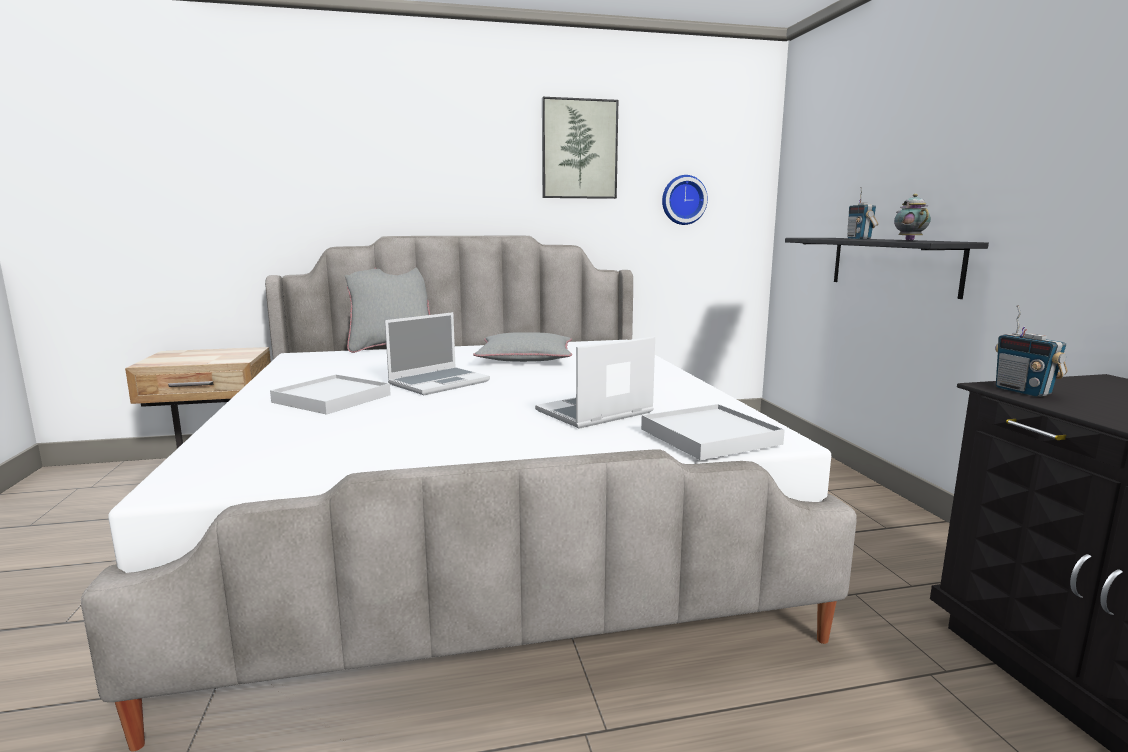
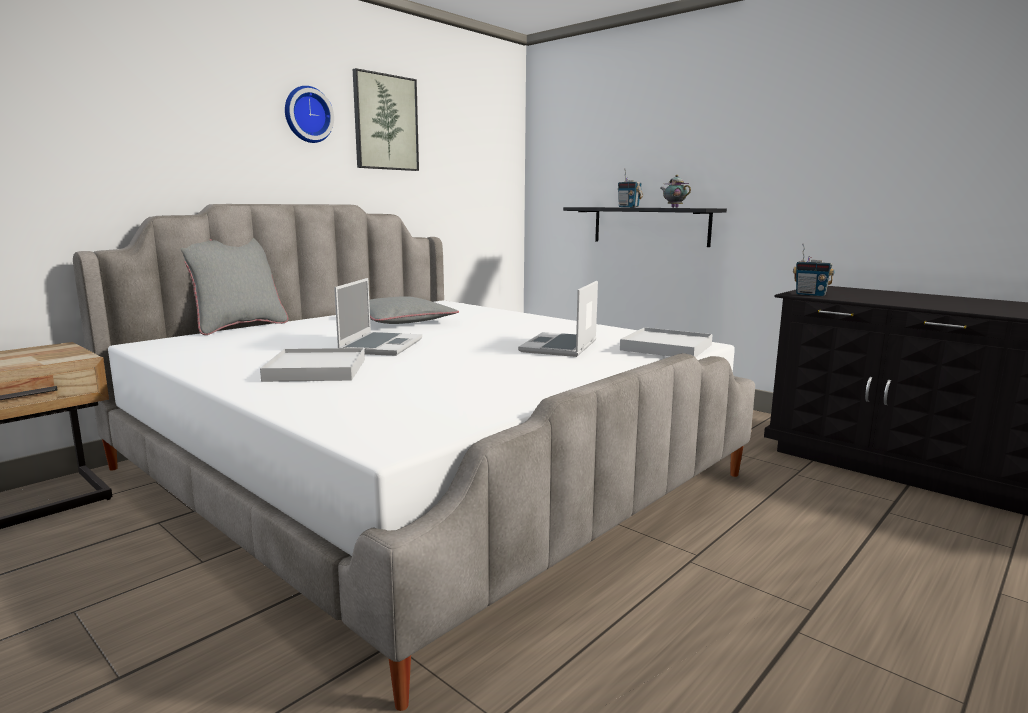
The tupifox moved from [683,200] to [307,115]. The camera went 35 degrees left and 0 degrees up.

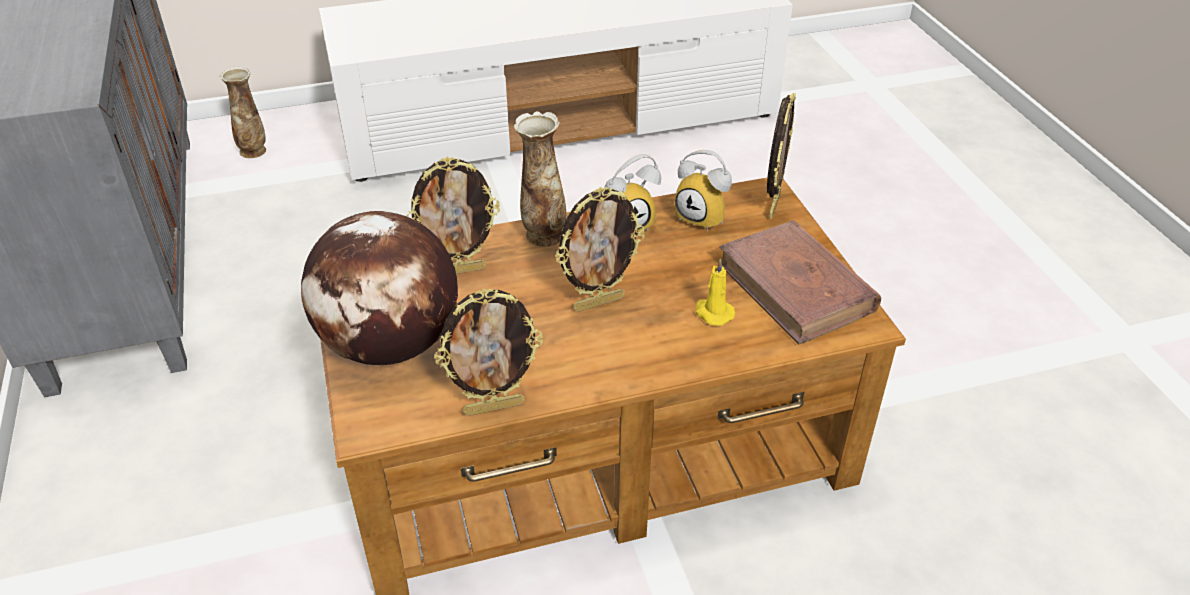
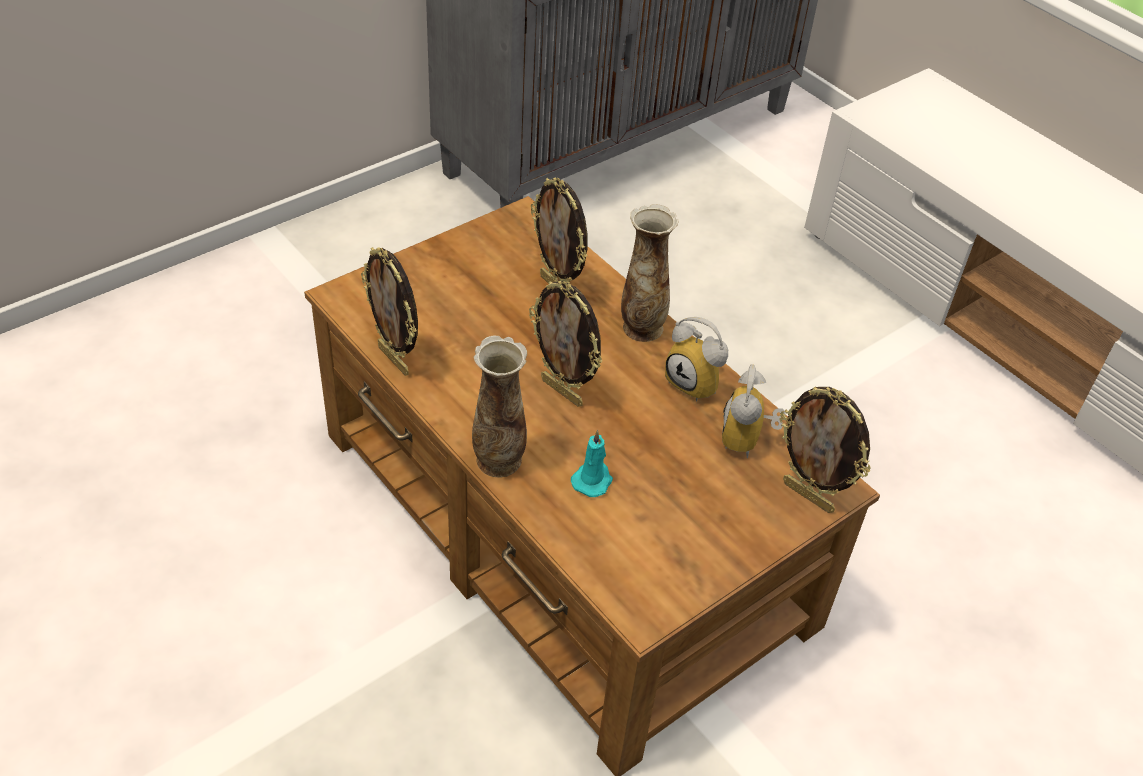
The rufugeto at [391,345] disappeared. The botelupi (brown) at [796,287] disappeared. The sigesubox moved from [253,151] to [498,461]. The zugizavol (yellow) at [713,312] became the zugizavol (turquoise) at [593,480]. The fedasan at [772,206] turned 45 degrees clockwise. The camera went 65 degrees right and 5 degrees up.

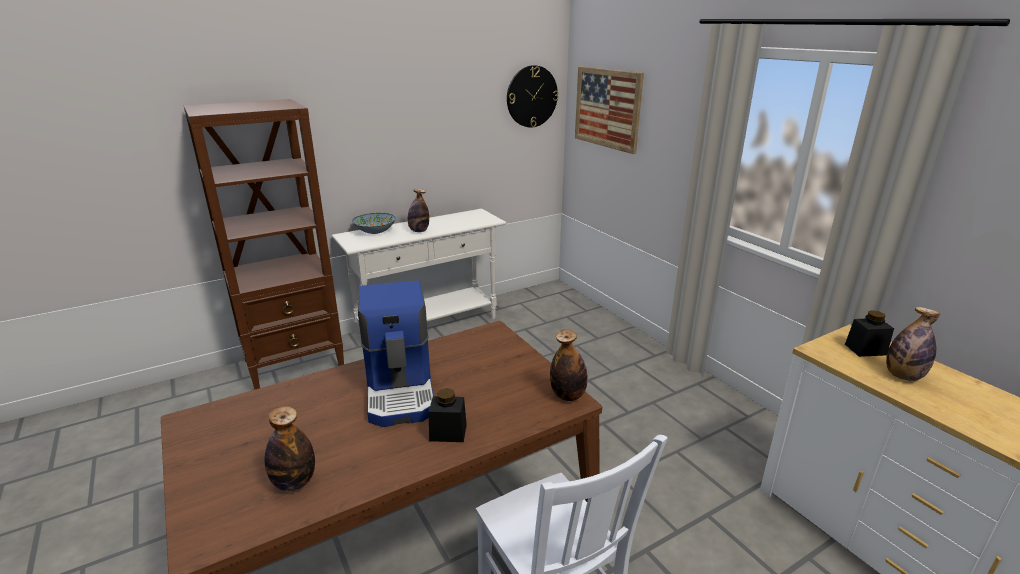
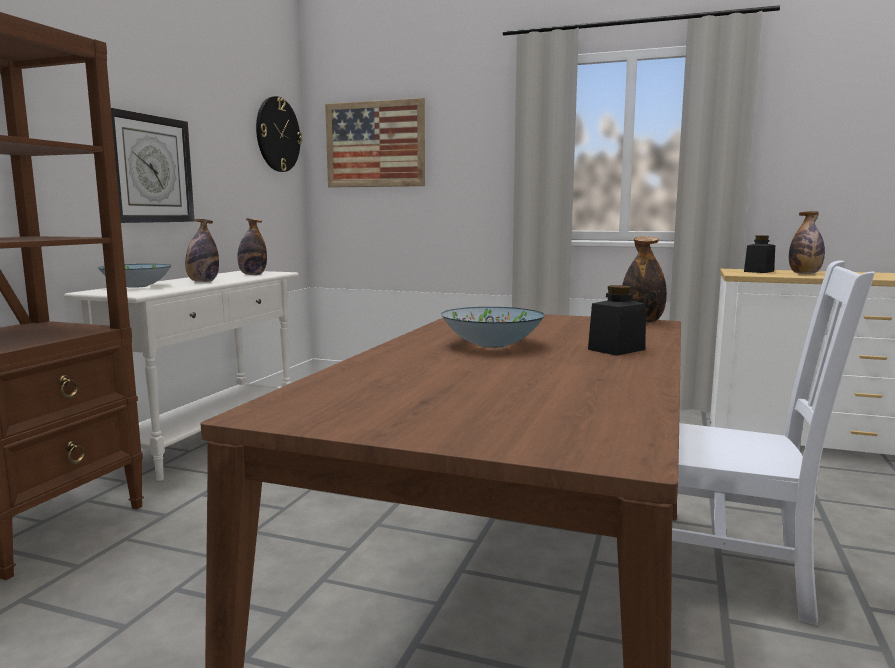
The tupifox at [149,169] appeared. The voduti moved from [294,482] to [252,275]. The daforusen at [401,389] was replaced by the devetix at [492,345]. The camera went 40 degrees left and 15 degrees down.

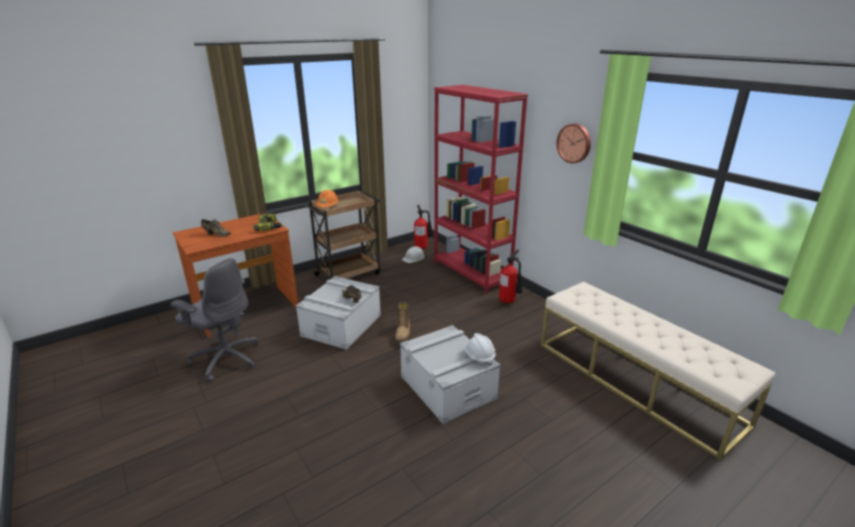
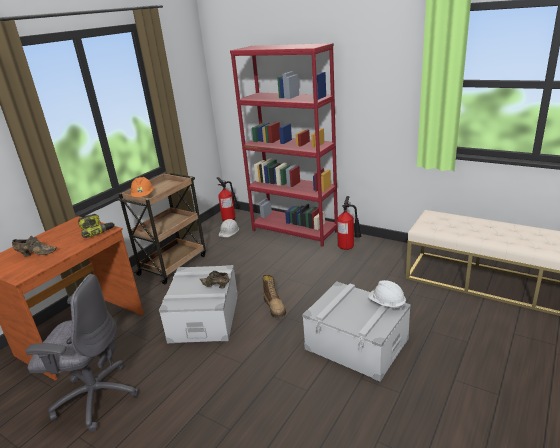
The tupifox at [574,143] disappeared. The camera went 20 degrees left and 0 degrees up.

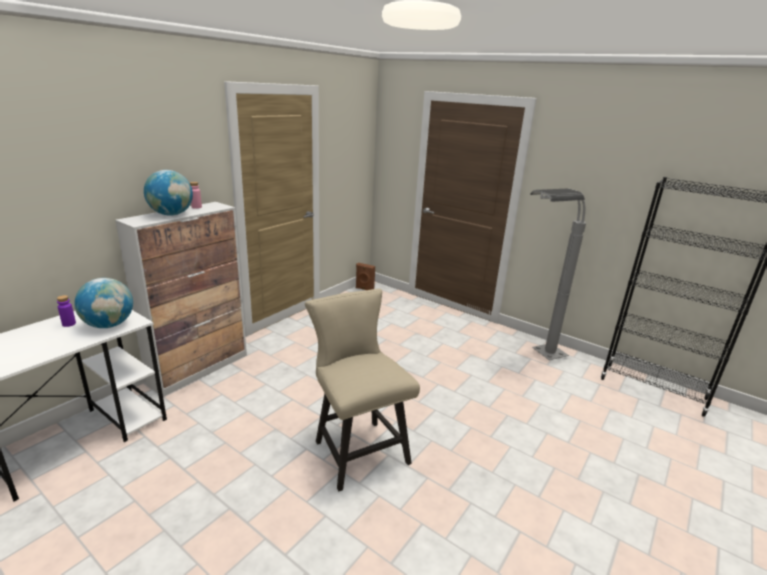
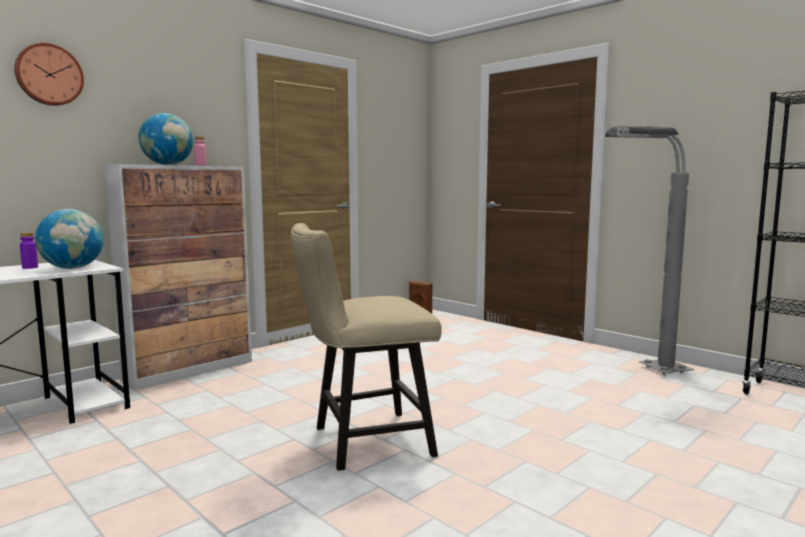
The tupifox at [49,75] appeared. The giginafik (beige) at [357,448] turned 90 degrees counterclockwise. The camera went 10 degrees right and 15 degrees down.

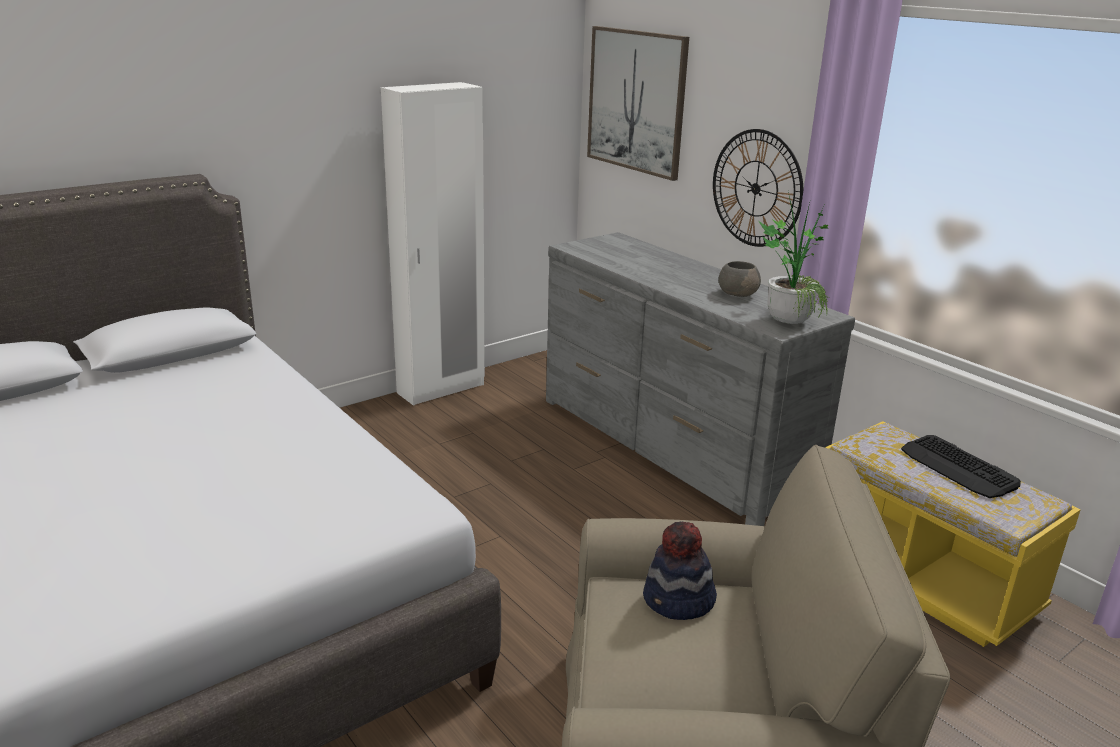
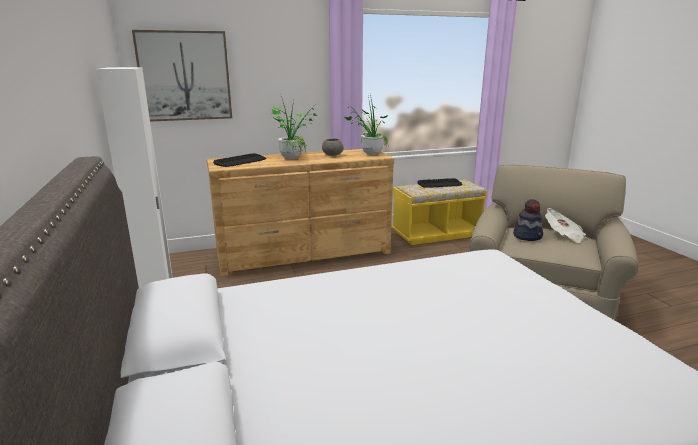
The tupifox at [756,188] disappeared. The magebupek at [240,161] appeared. The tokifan at [293,157] appeared. The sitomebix at [563,235] appeared. The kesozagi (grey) at [671,445] became the kesozagi (brown) at [305,254]. The camera went 70 degrees left and 5 degrees down.

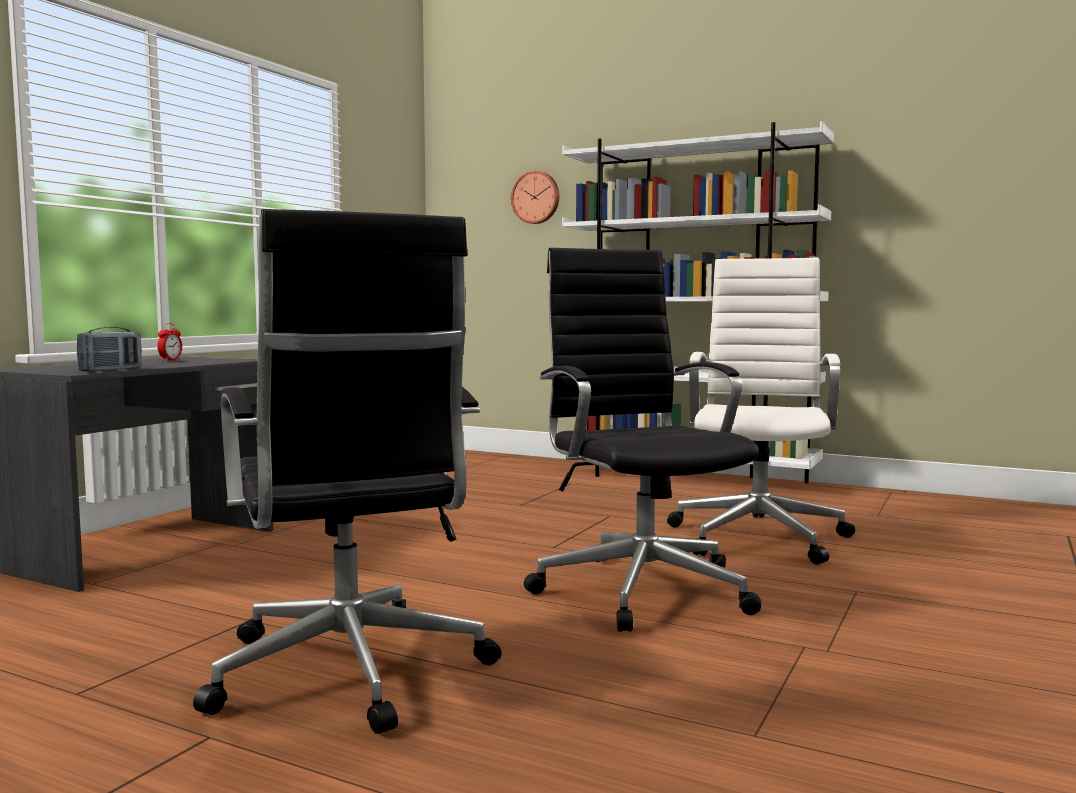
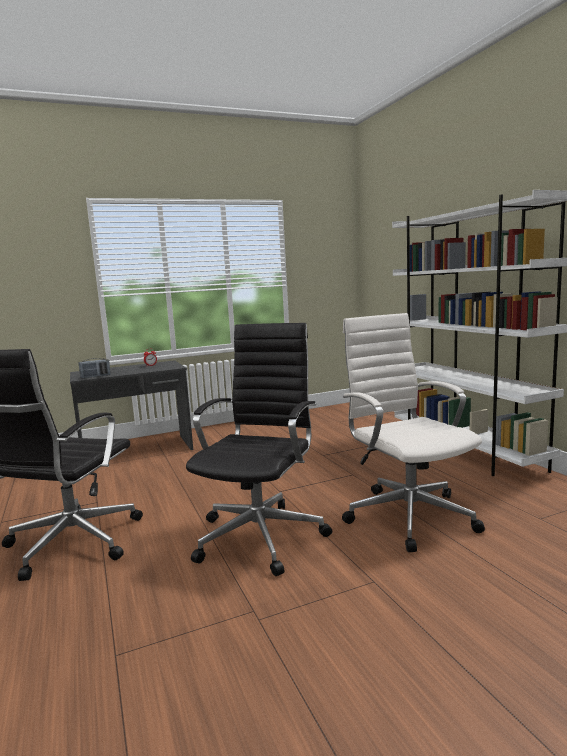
The tupifox at [536,197] disappeared. The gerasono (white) at [759,536] turned 75 degrees counterclockwise. The camera went 40 degrees right and 5 degrees up.

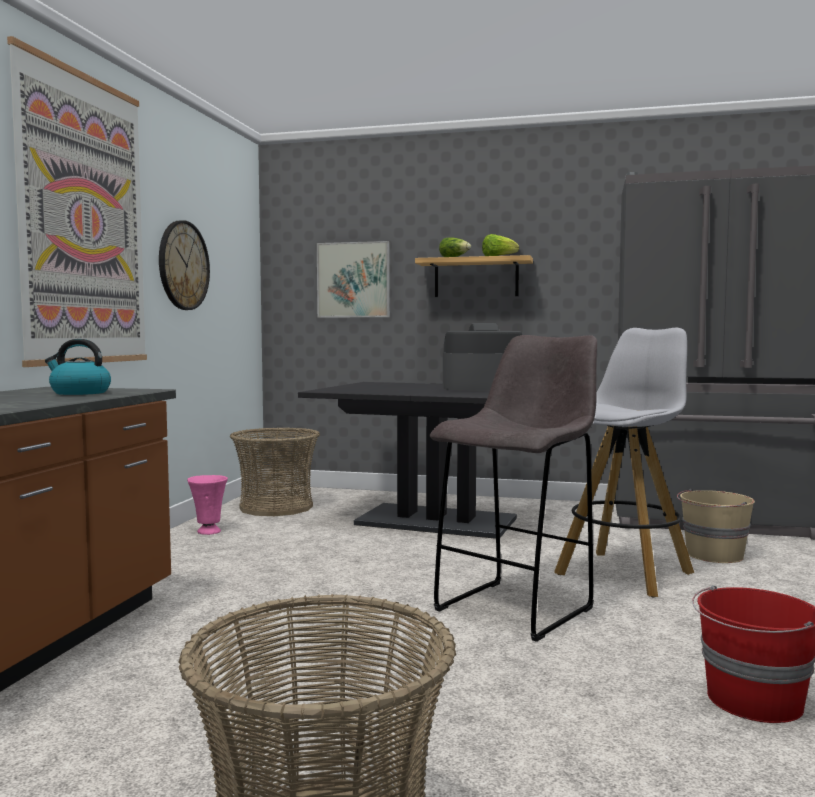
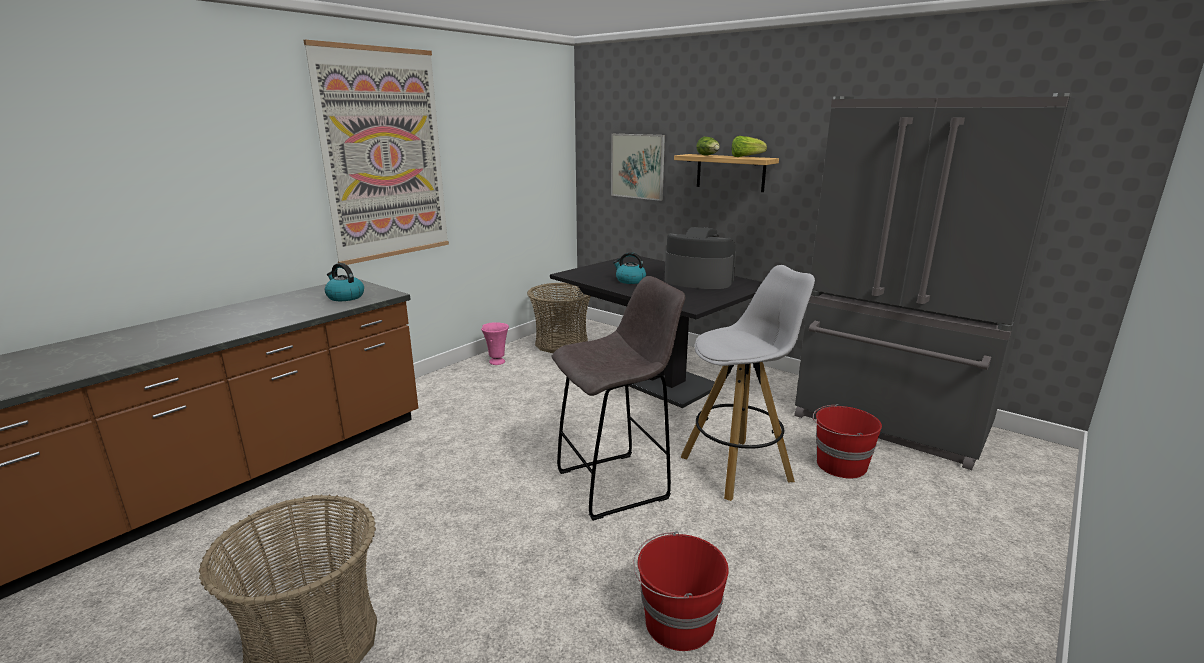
The tupifox at [183,265] disappeared. The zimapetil at [630,280] appeared. The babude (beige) at [713,555] became the babude (red) at [840,465]. The camera went 25 degrees right and 15 degrees up.

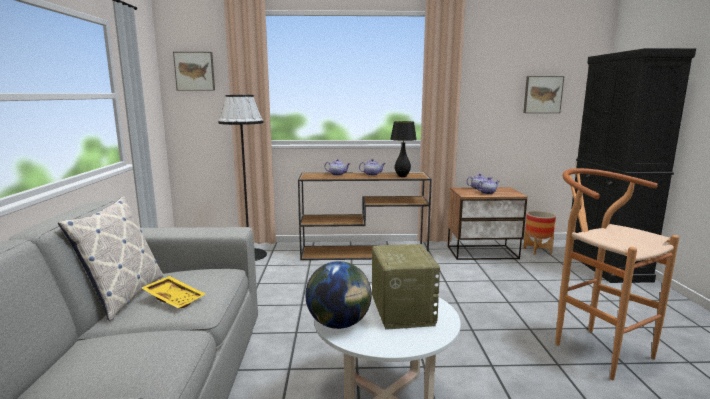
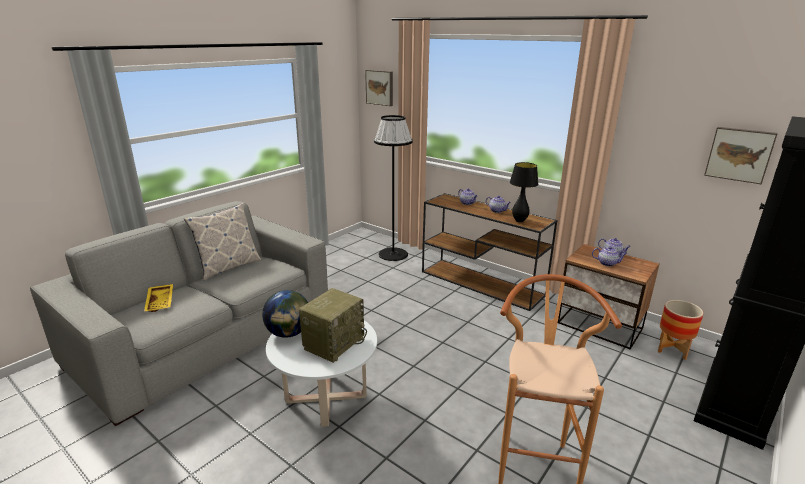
The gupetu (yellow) moved from [175,298] to [161,302]. The camera went 40 degrees right and 10 degrees up.

